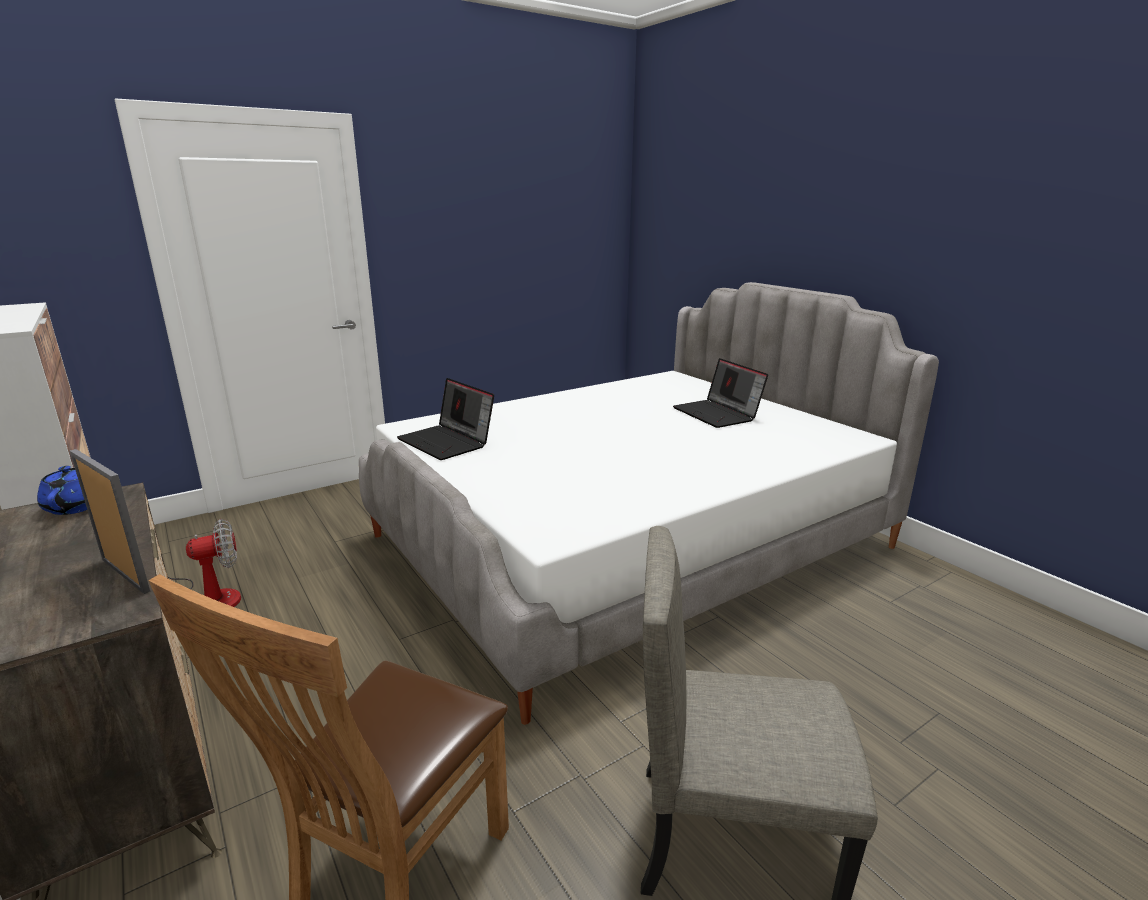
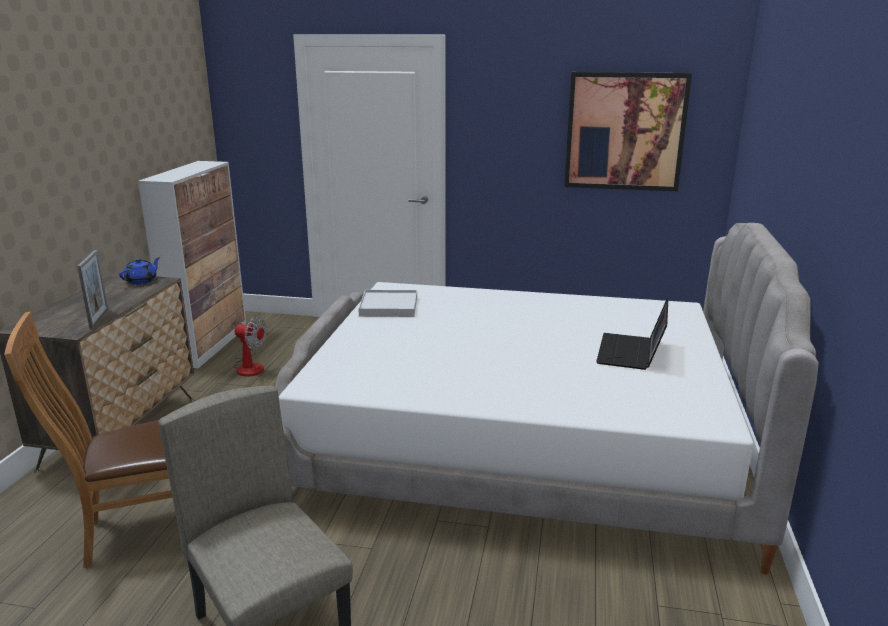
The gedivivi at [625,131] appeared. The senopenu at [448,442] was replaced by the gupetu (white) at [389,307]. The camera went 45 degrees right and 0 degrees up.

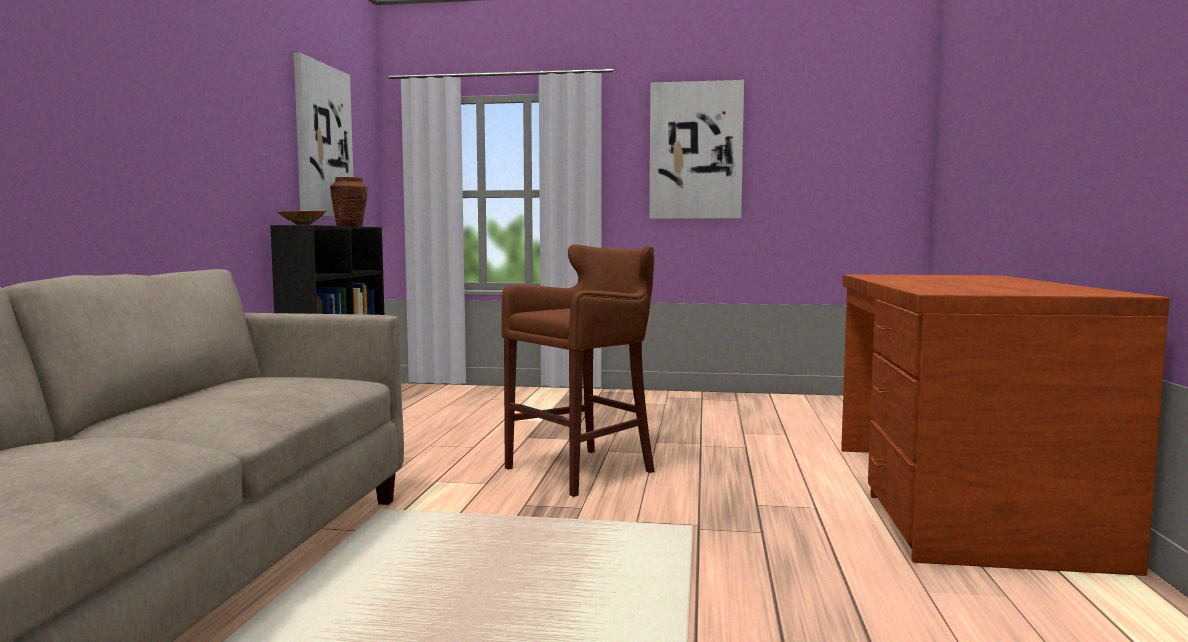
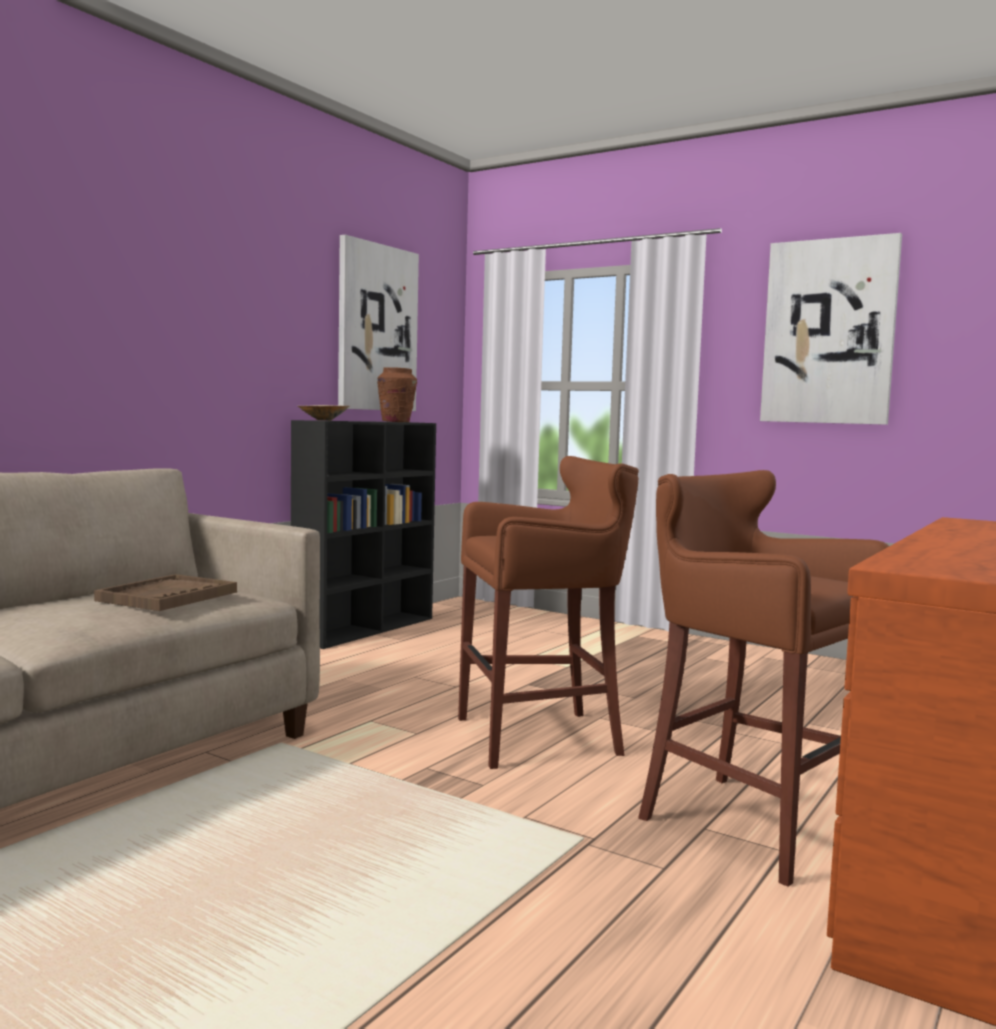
The gupetu (brown) at [168,596] appeared. The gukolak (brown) at [747,822] appeared. The camera went 25 degrees right and 0 degrees up.

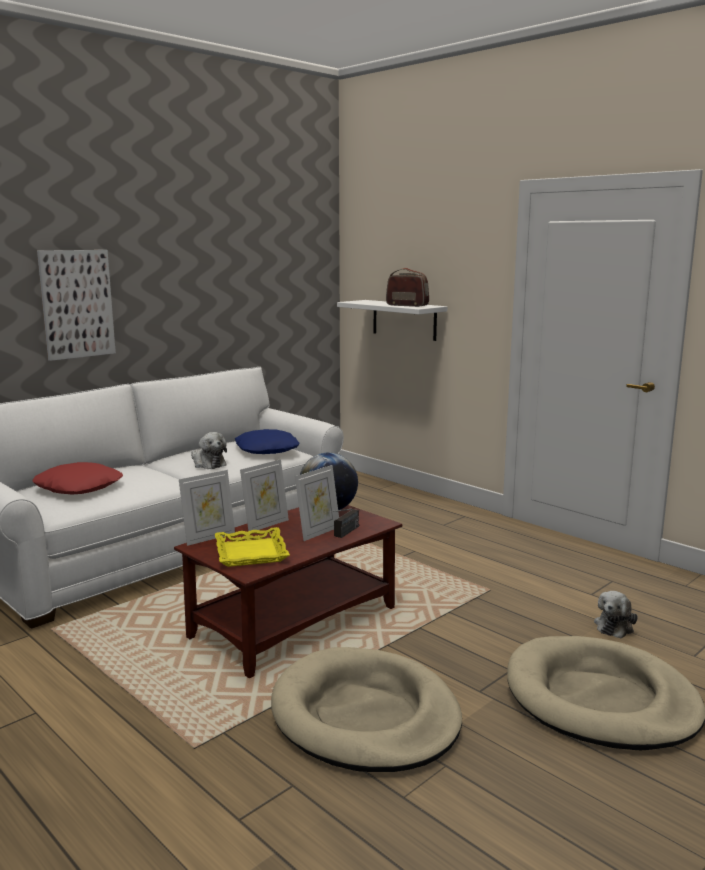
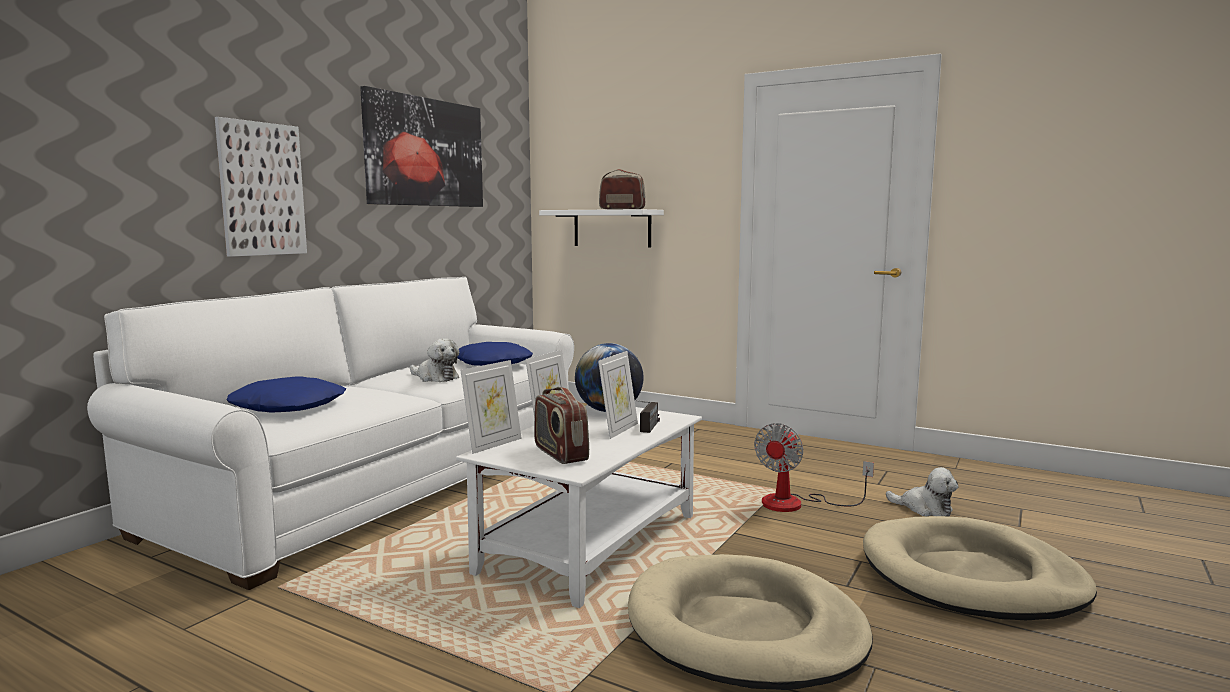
The gedivivi at [425,152] appeared. The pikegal at [796,503] appeared. The gupetu (yellow) at [252,553] was replaced by the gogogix at [560,454]. The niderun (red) at [79,487] became the niderun (blue) at [289,406]. The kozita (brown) at [295,622] became the kozita (white) at [591,543]. The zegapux at [615,626] turned 75 degrees counterclockwise. The camera went 15 degrees left and 5 degrees down.

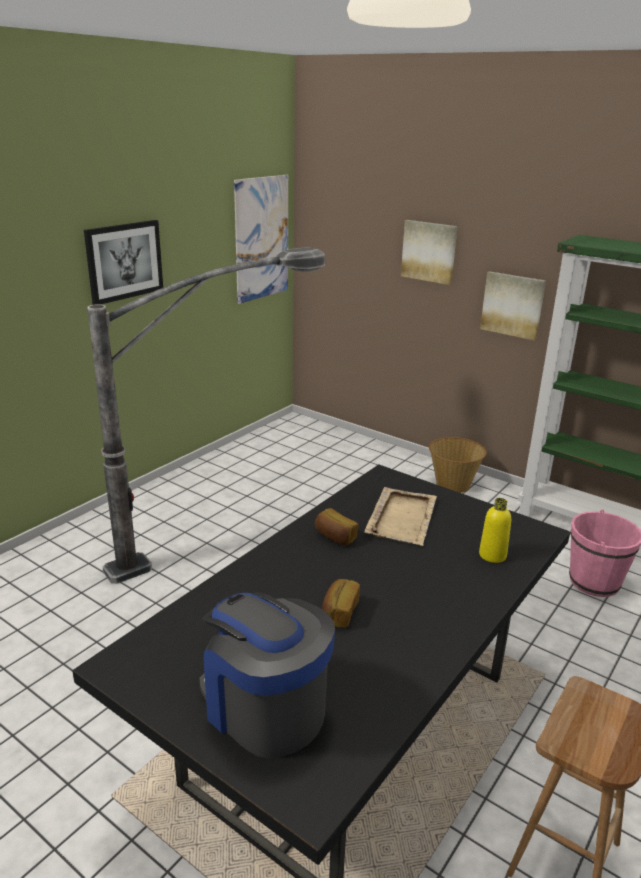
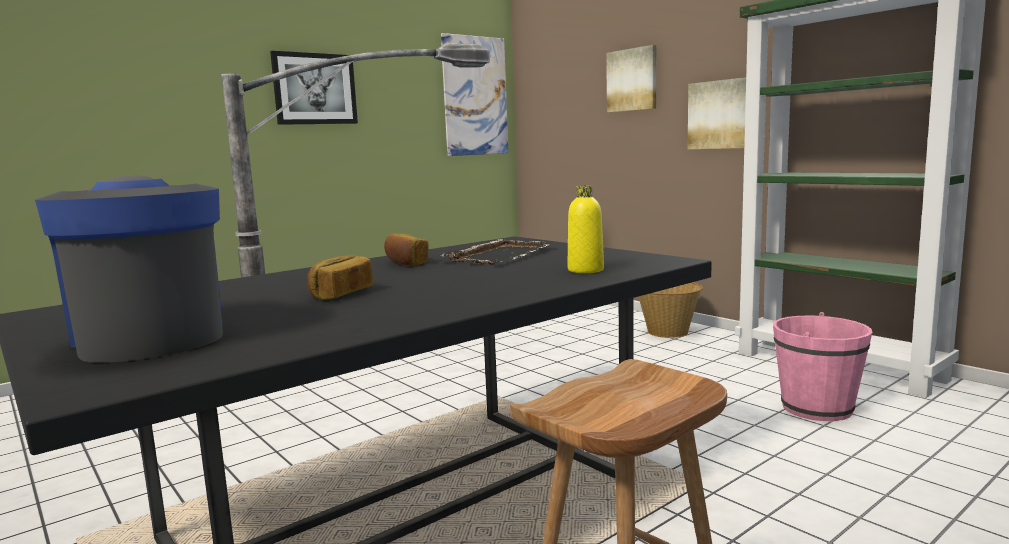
The gupetu (beige) at [402,517] became the gupetu (black) at [500,255]. The camera went 15 degrees right and 15 degrees down.

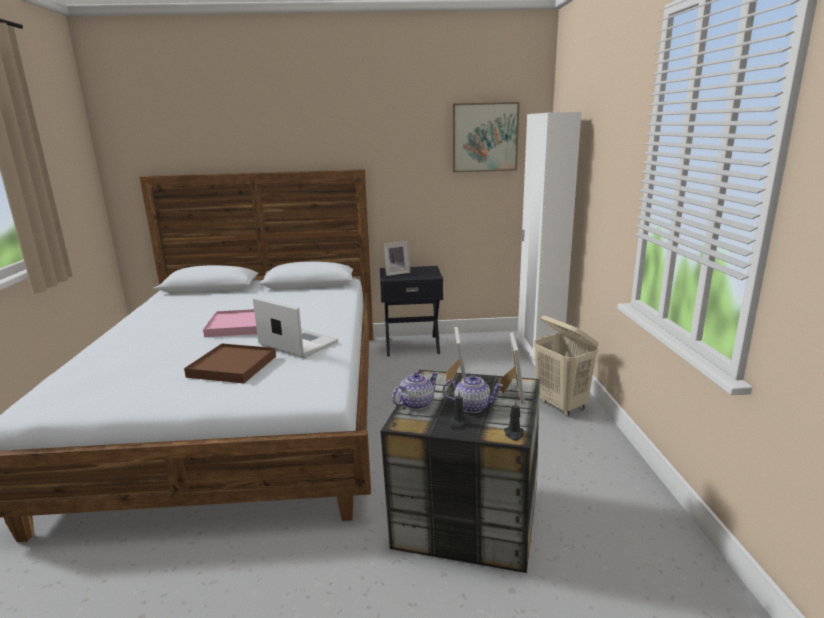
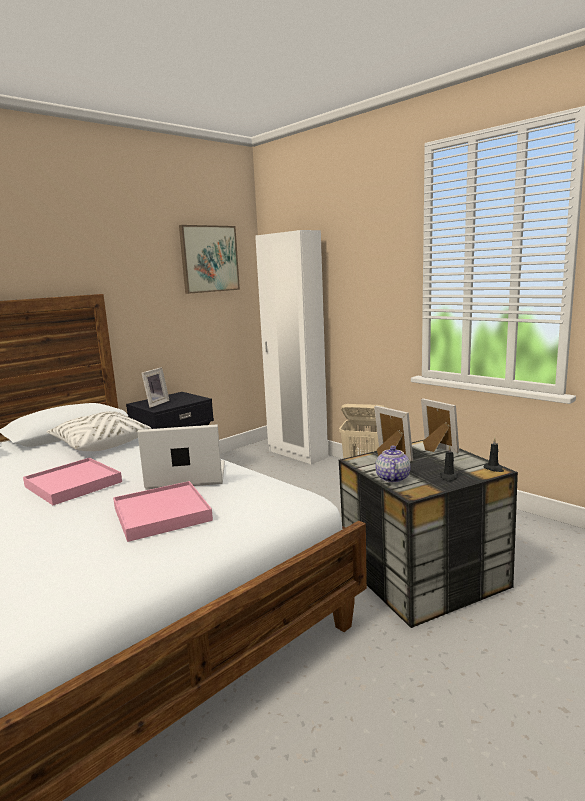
The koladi at [471,406] disappeared. The niderun (white) at [100,444] appeared. The gupetu (brown) at [232,366] became the gupetu (pink) at [161,514]. The camera went 40 degrees left and 5 degrees down.

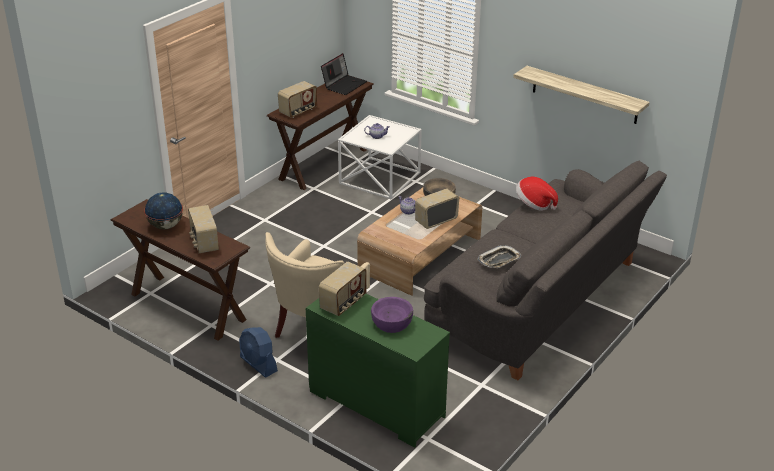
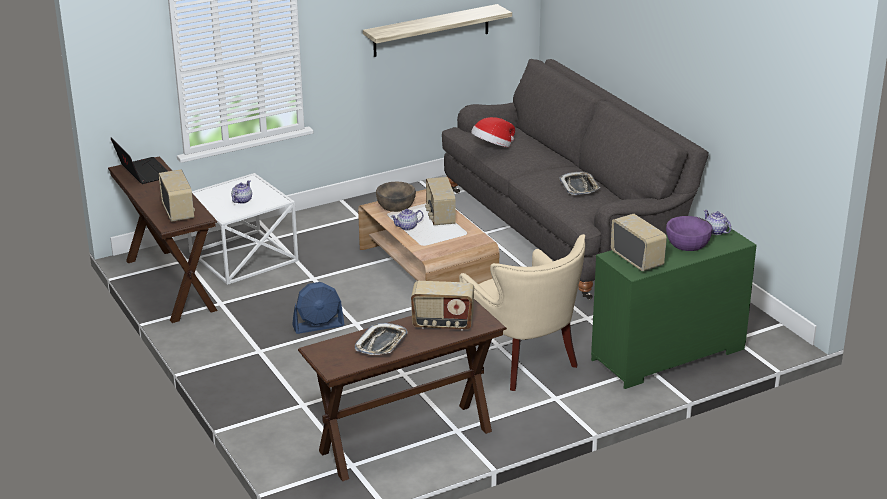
The koladi at [716,231] appeared. The pikegal (blue) moved from [258,364] to [318,326]. The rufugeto at [165,226] was replaced by the gupetu at [381,344]. The camera went 65 degrees left and 5 degrees down.

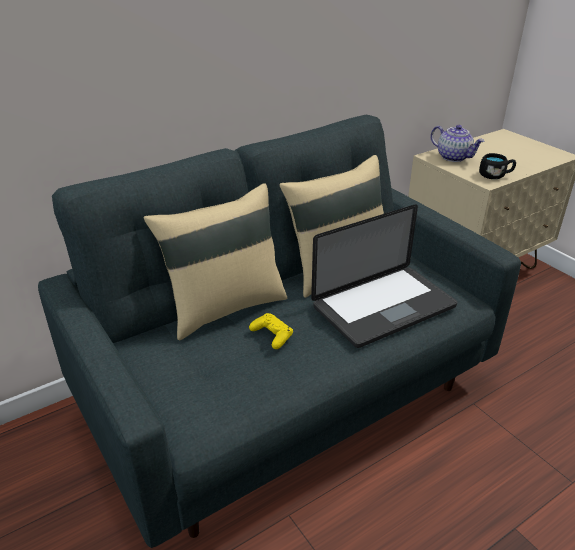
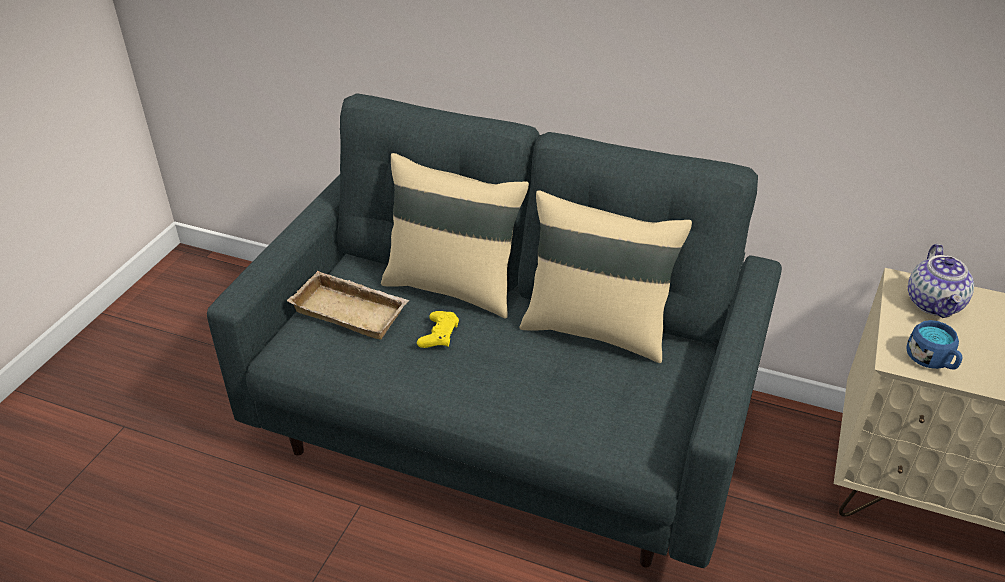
The senopenu at [384,307] disappeared. The gupetu (beige) at [352,310] appeared. The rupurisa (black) at [495,175] became the rupurisa (blue) at [932,361]. The camera went 55 degrees right and 5 degrees up.

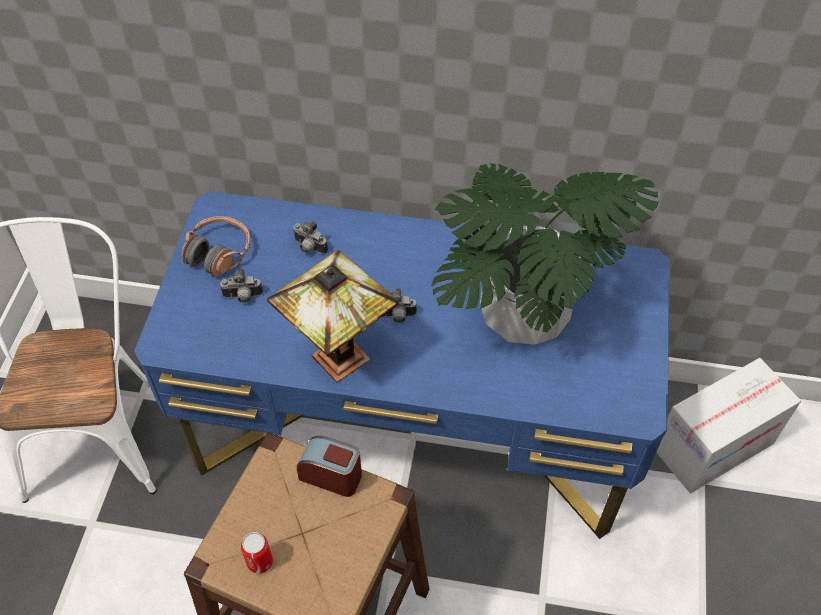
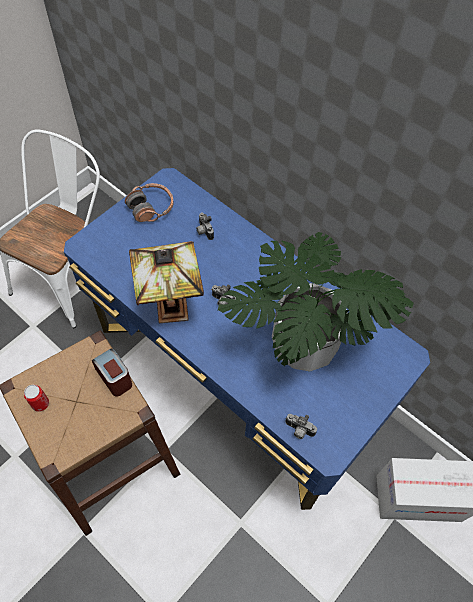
The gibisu moved from [242,297] to [298,430]. The camera went 30 degrees right and 5 degrees up.

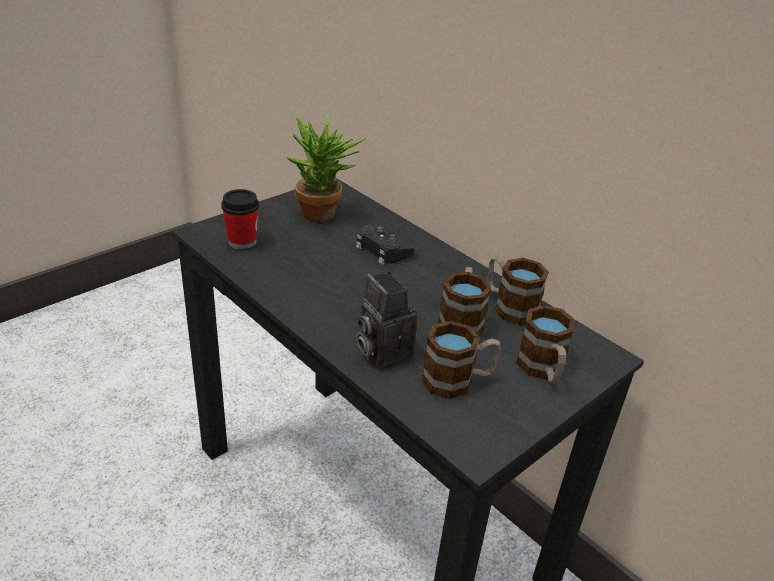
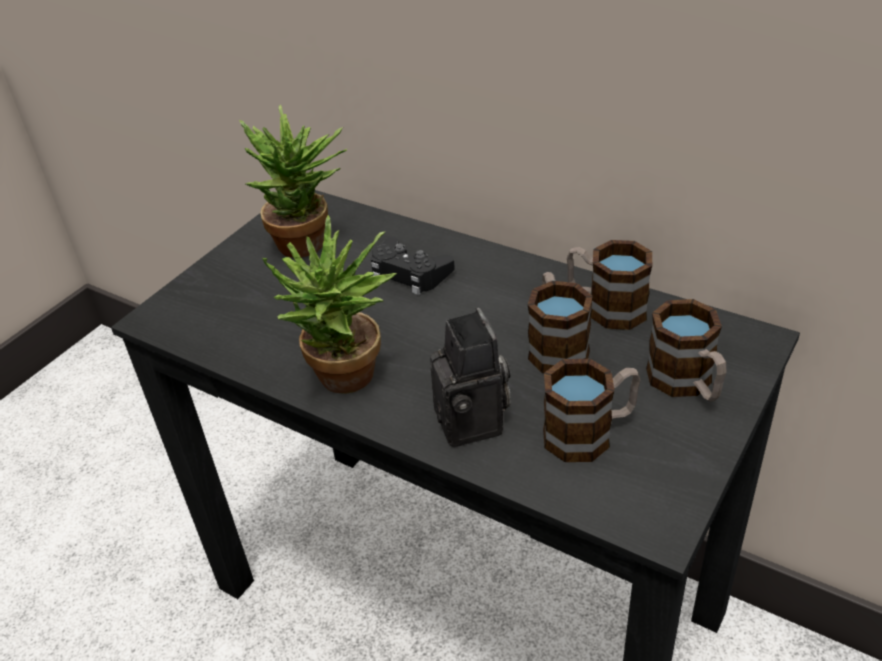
The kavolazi at [242,242] disappeared. The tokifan at [345,383] appeared. The gibisu at [381,352] turned 150 degrees counterclockwise. The camera went 10 degrees left and 5 degrees up.

